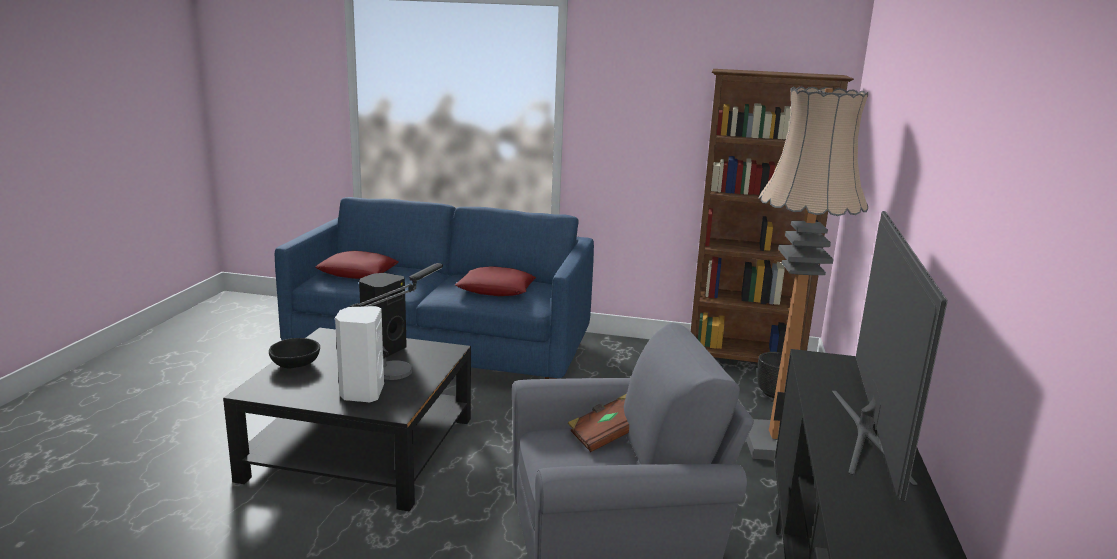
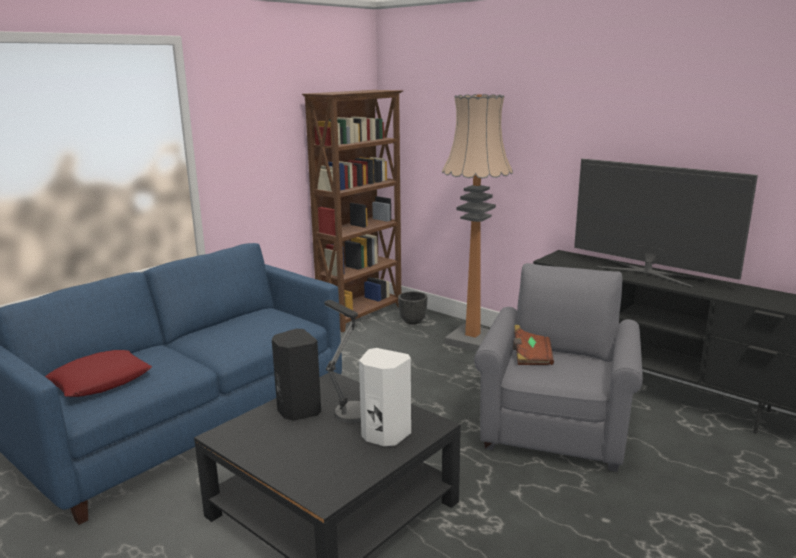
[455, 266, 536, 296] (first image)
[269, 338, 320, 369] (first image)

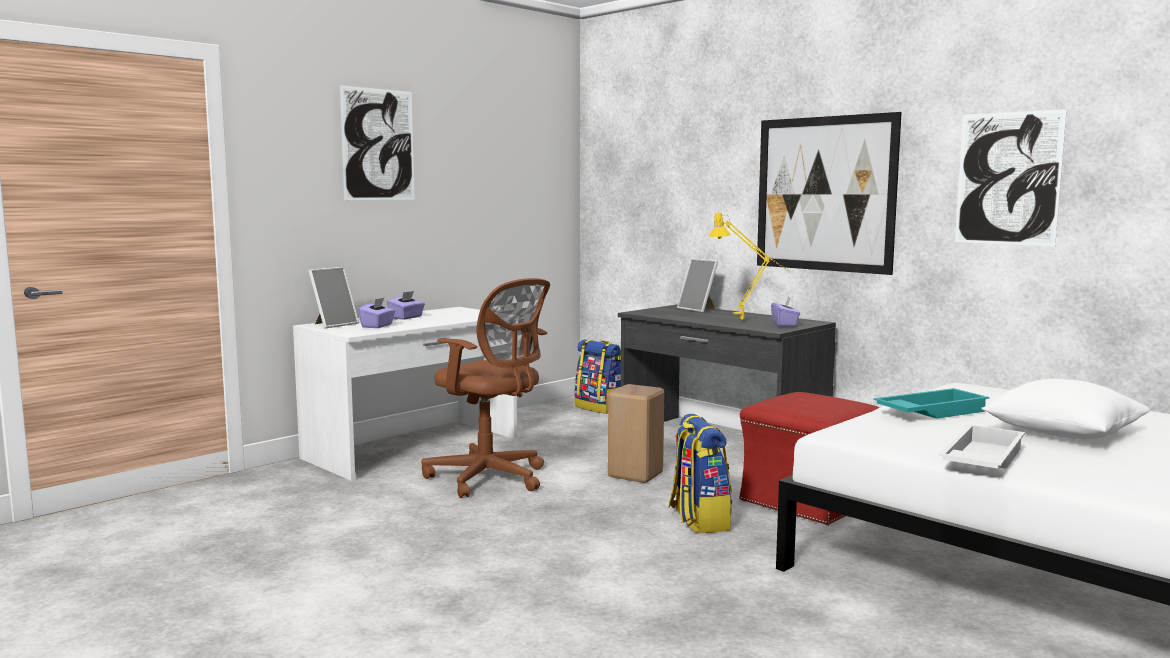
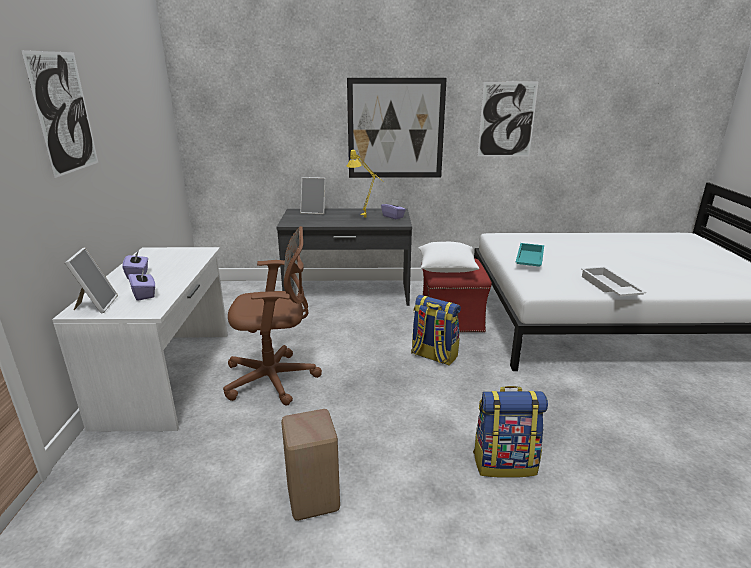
[473, 386, 548, 478]
[418, 242, 479, 273]
[281, 409, 340, 521]

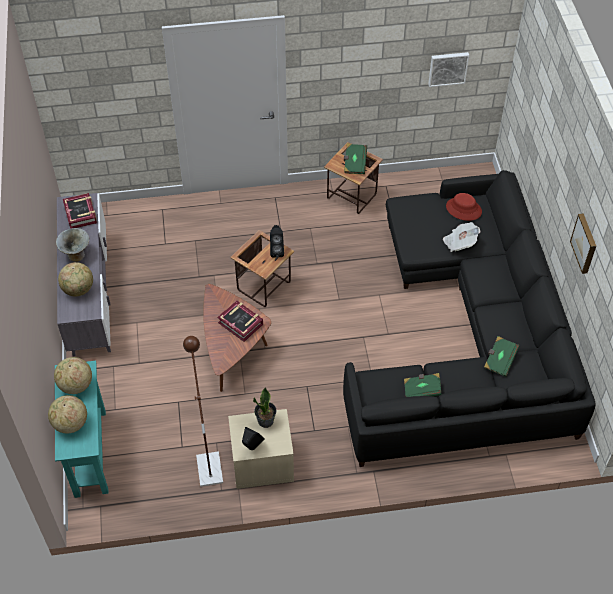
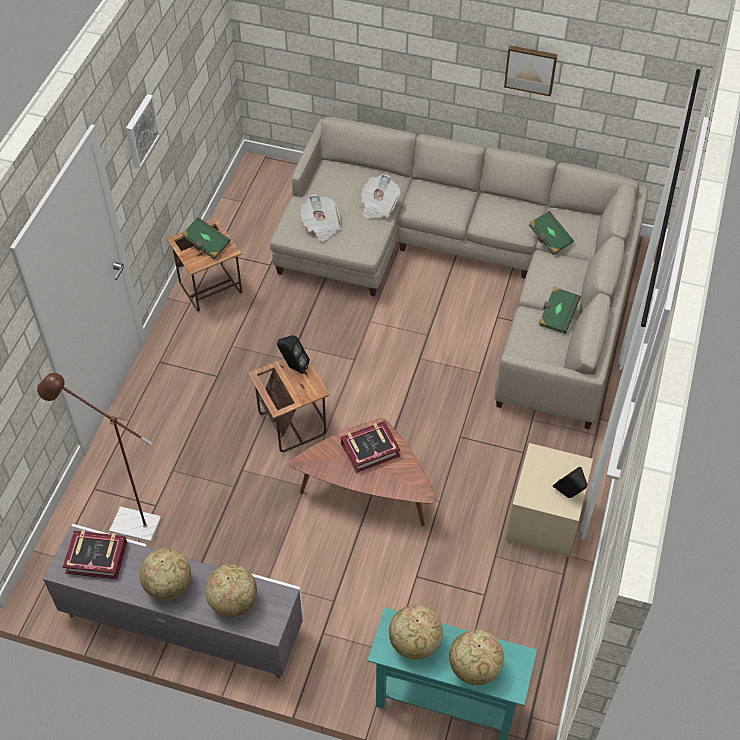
[126, 94, 160, 169]
[270, 117, 648, 429]
[446, 193, 482, 221] (first image)
[140, 548, 191, 600]
[37, 373, 161, 542]
[253, 387, 277, 428] (first image)
[301, 194, 341, 241]

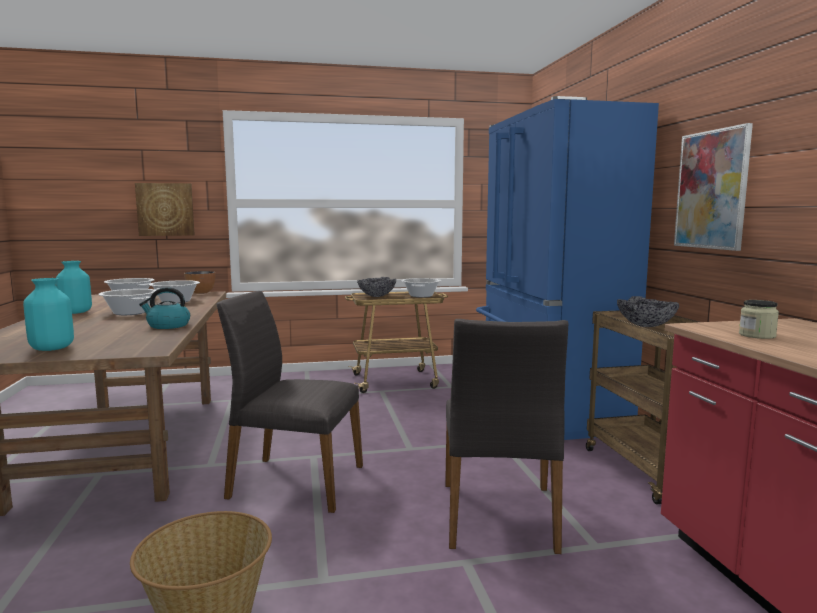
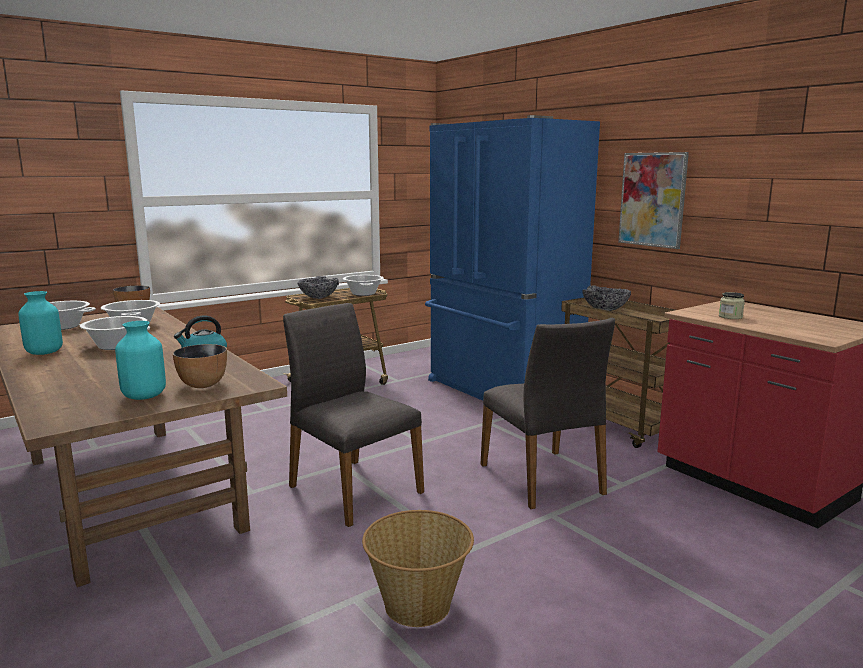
[135, 183, 195, 236] (first image)
[283, 303, 424, 527]
[173, 344, 227, 388]

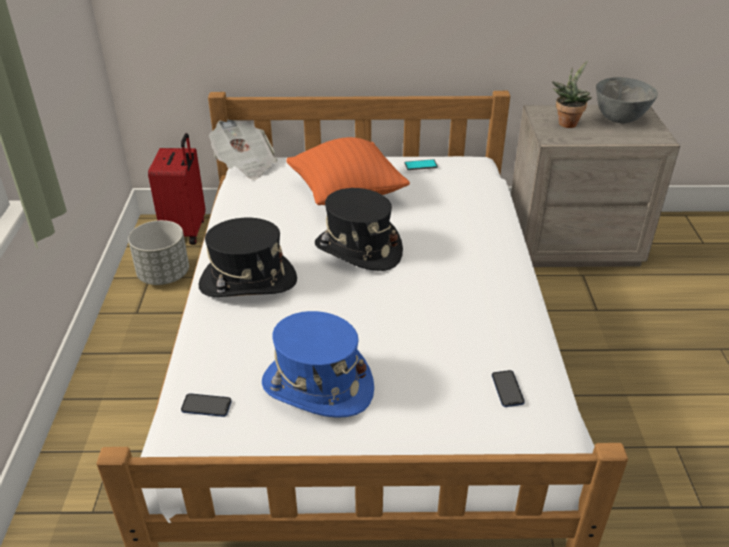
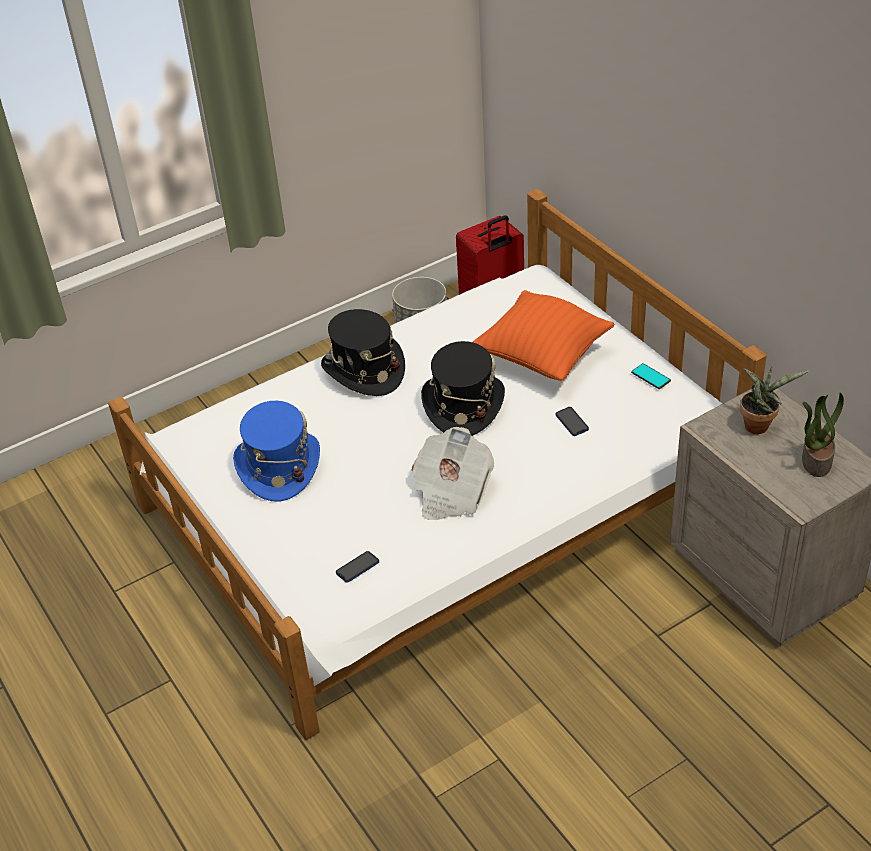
[802, 393, 844, 477]
[412, 427, 494, 520]
[555, 407, 589, 436]

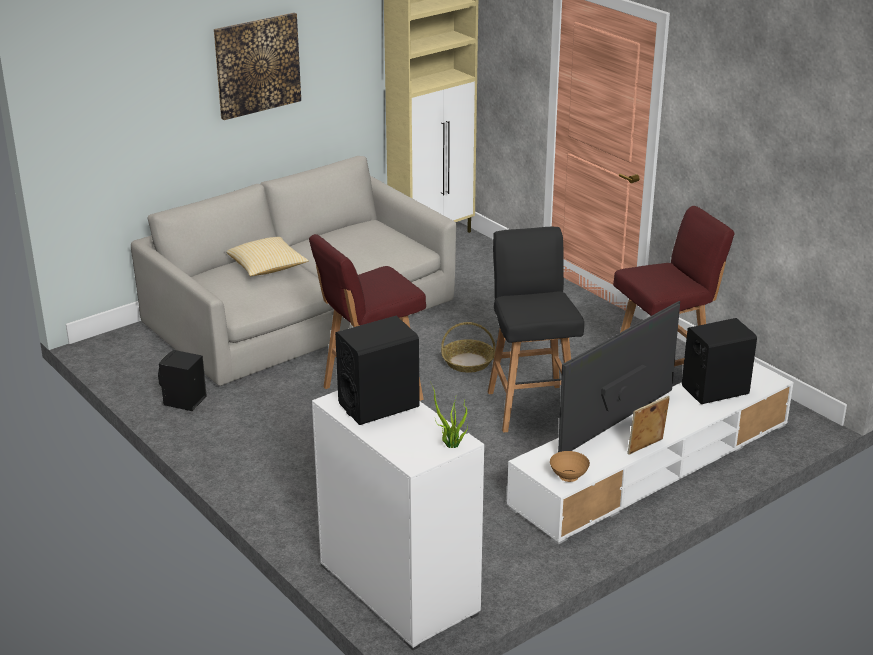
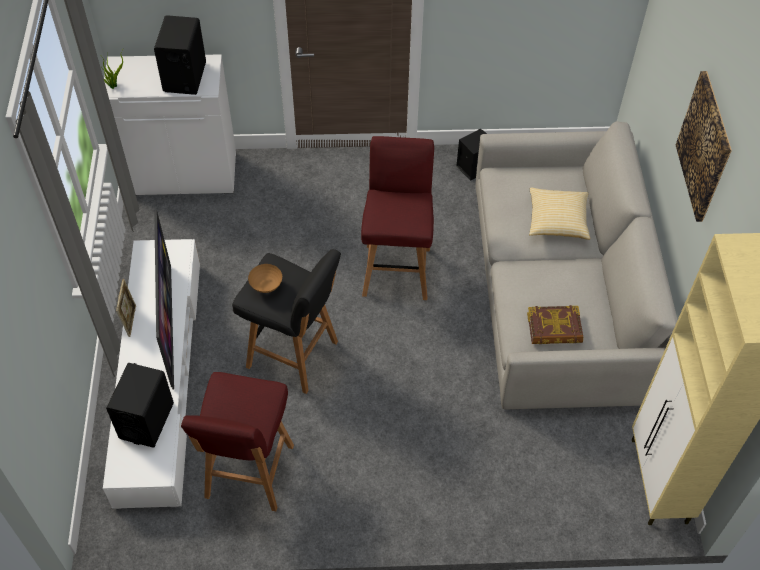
[441, 322, 495, 373] (first image)
[248, 264, 282, 293]
[527, 305, 583, 344]

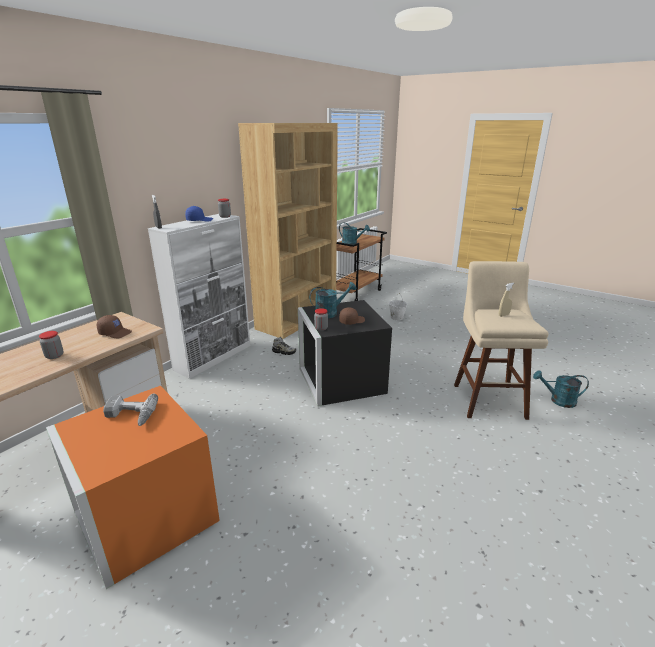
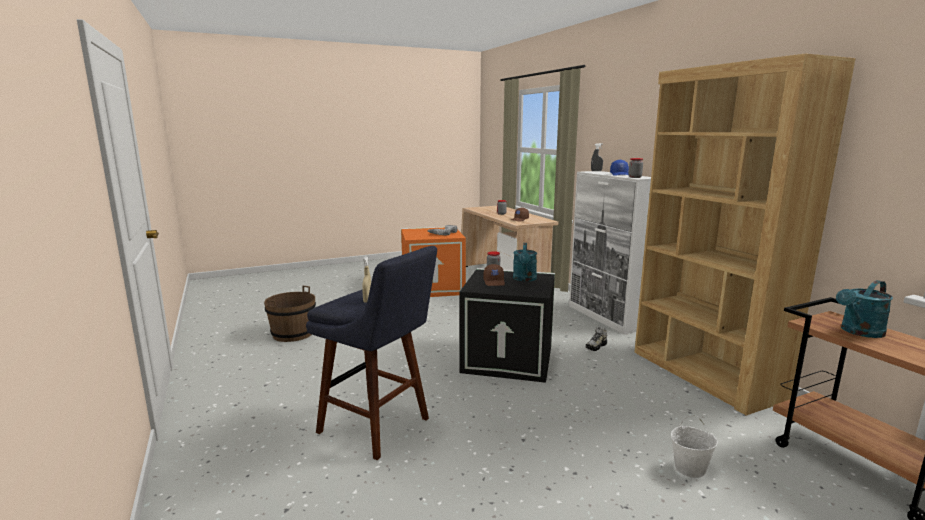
[306, 246, 437, 460]
[533, 370, 589, 408] (first image)
[264, 286, 316, 342]

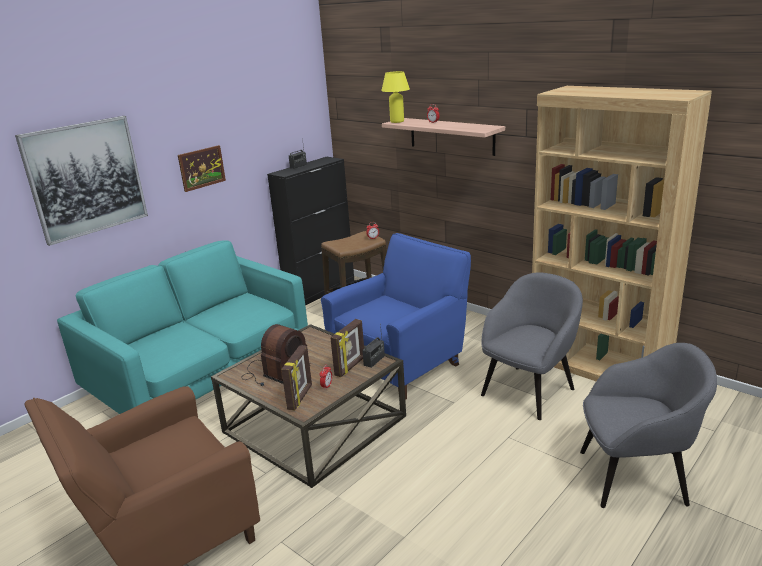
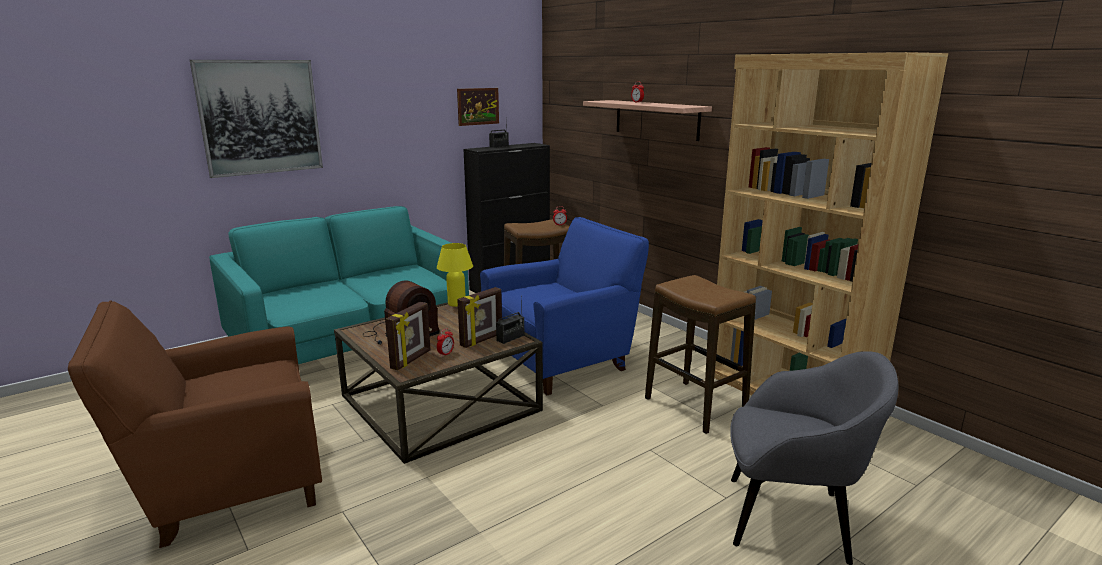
[437, 243, 473, 307]
[457, 88, 499, 126]
[645, 275, 756, 434]

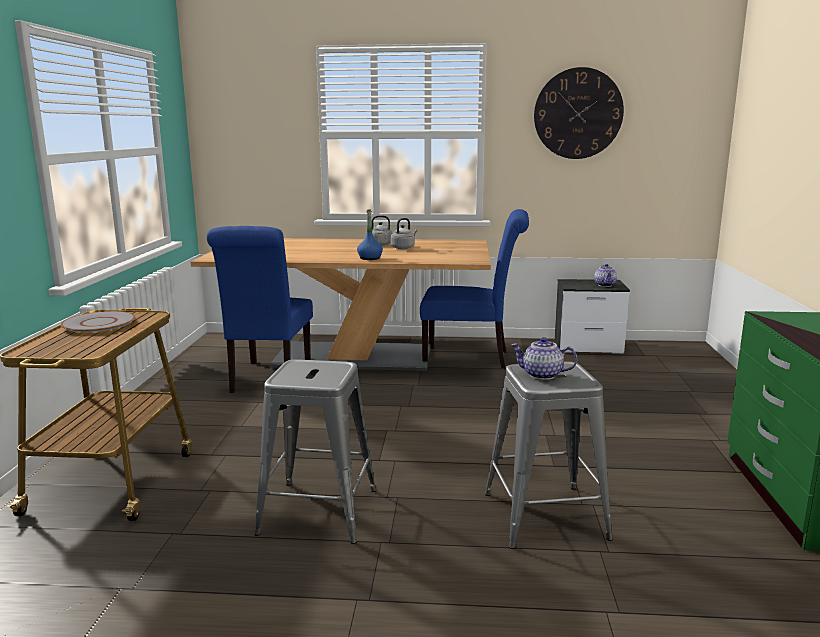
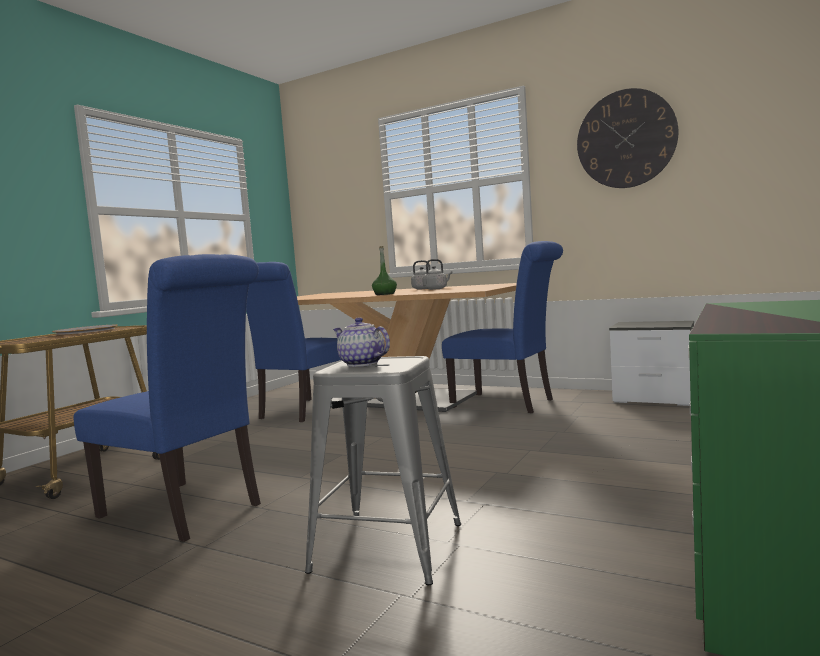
[372, 246, 397, 295]
[594, 264, 617, 287] (first image)
[73, 254, 261, 542]

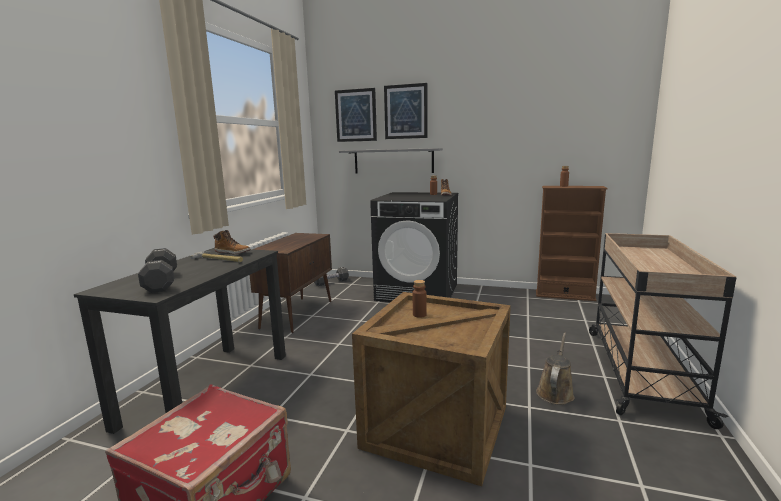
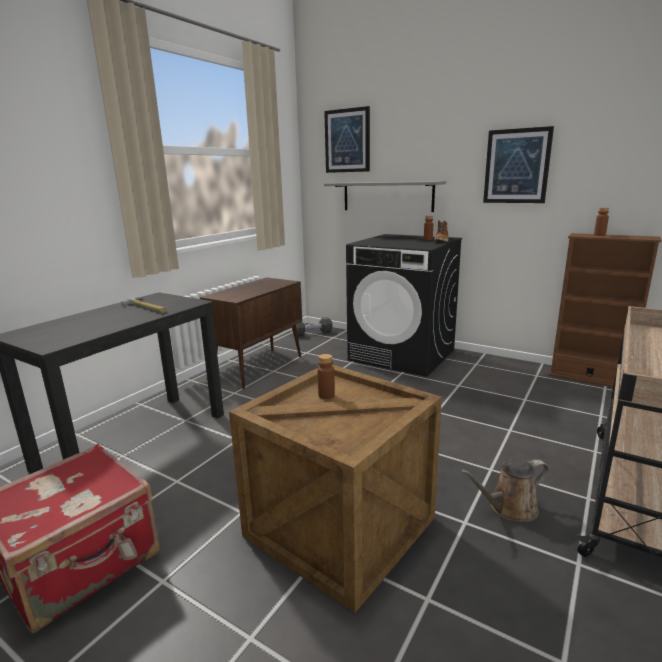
[483, 126, 554, 203]
[213, 230, 251, 254] (first image)
[138, 248, 177, 293] (first image)
[460, 458, 549, 522]

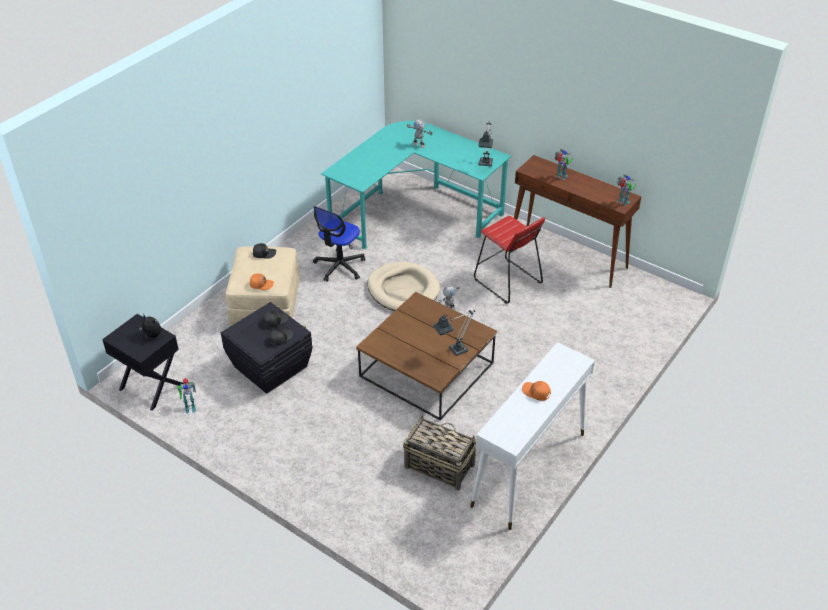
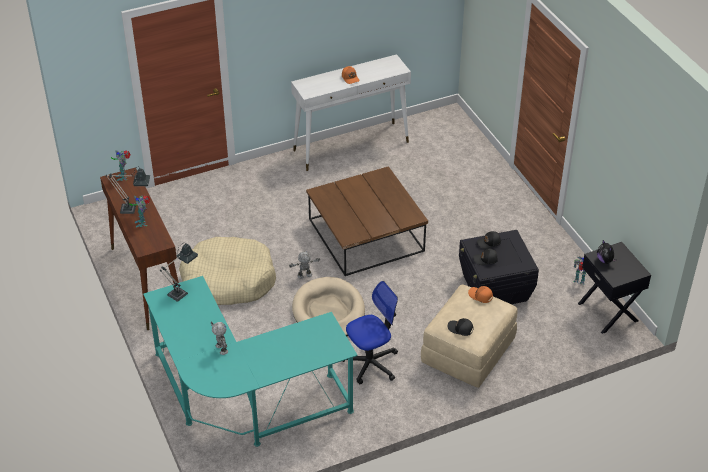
[179, 237, 276, 305]
[106, 167, 150, 214]
[403, 415, 476, 491] (first image)

